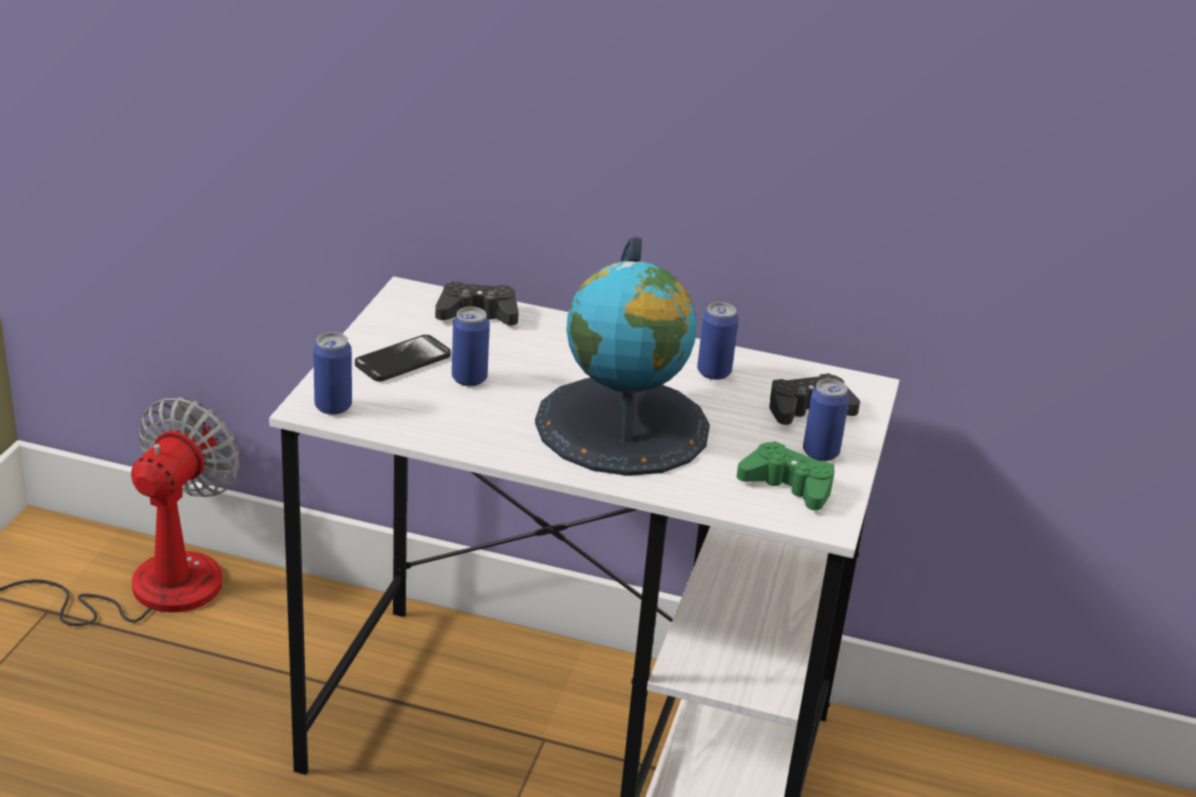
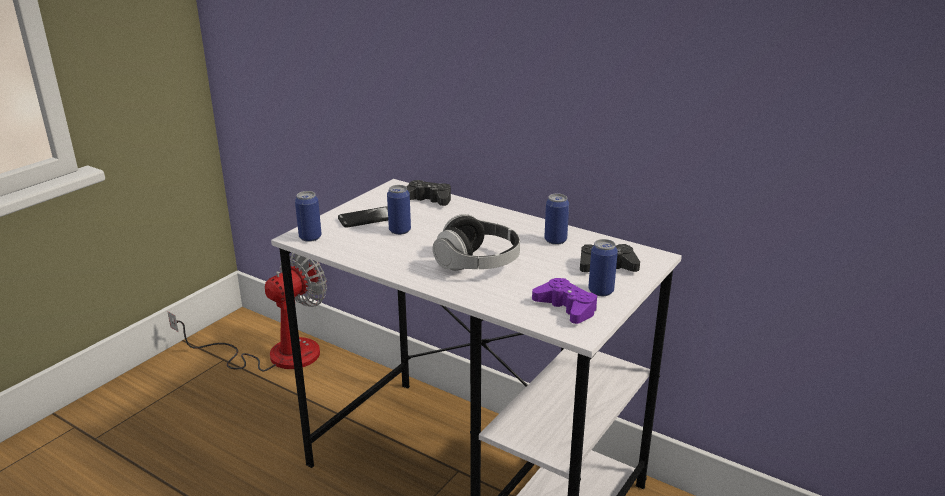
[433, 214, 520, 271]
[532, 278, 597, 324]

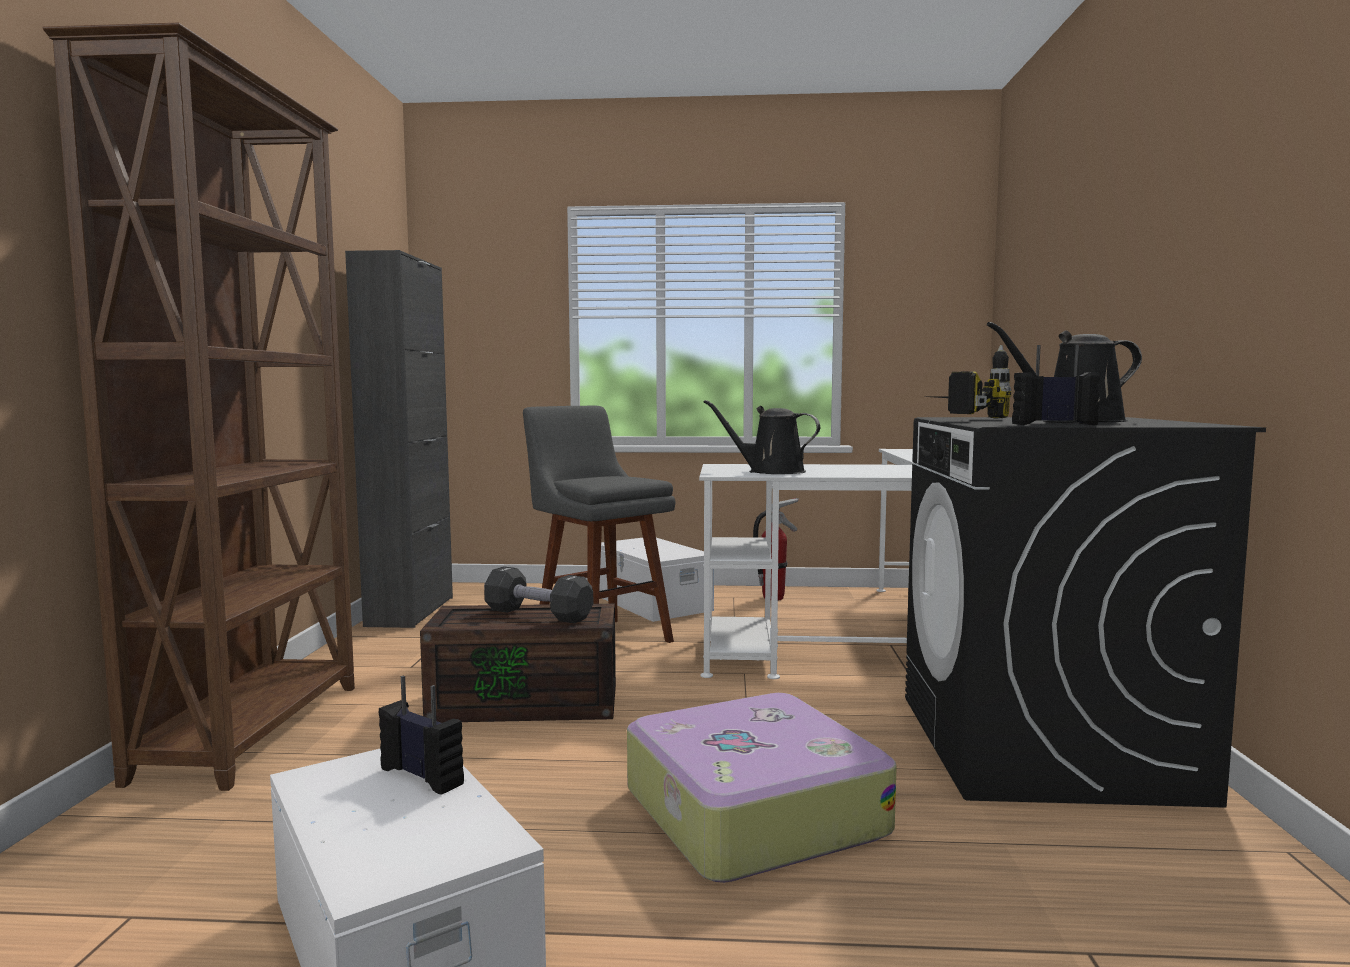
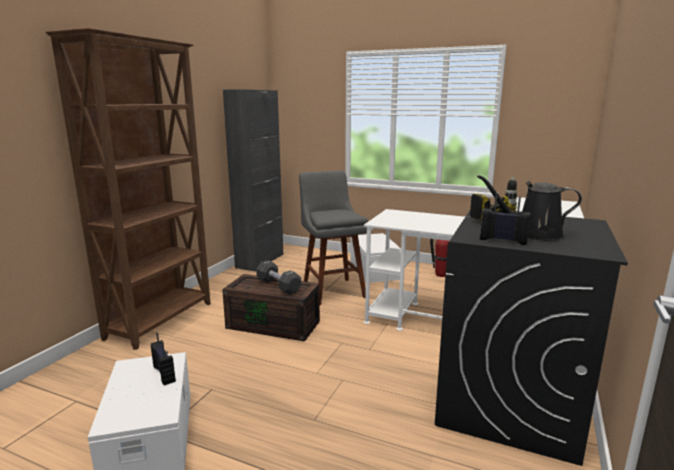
[704, 400, 820, 474] (first image)
[627, 693, 897, 883] (first image)

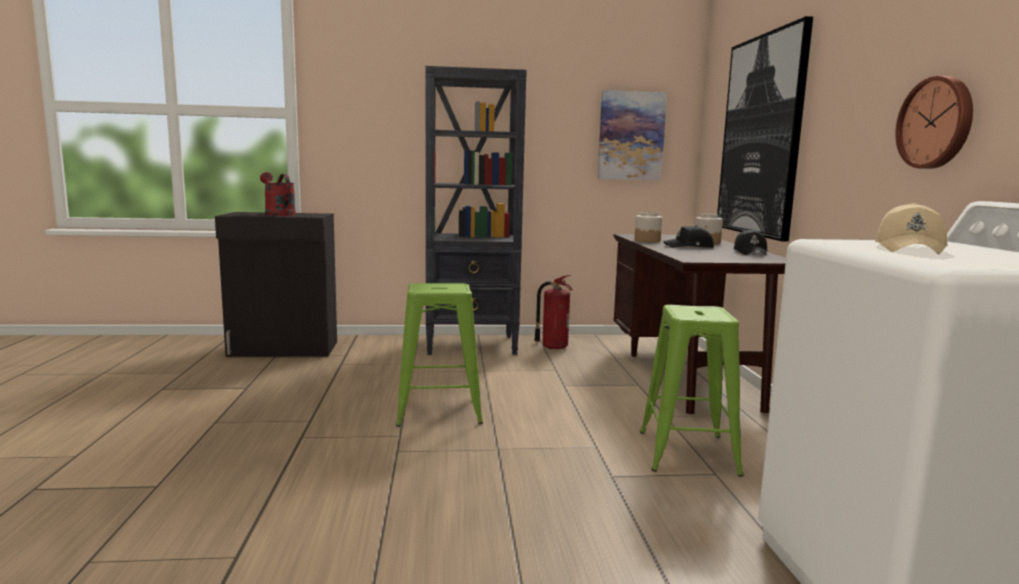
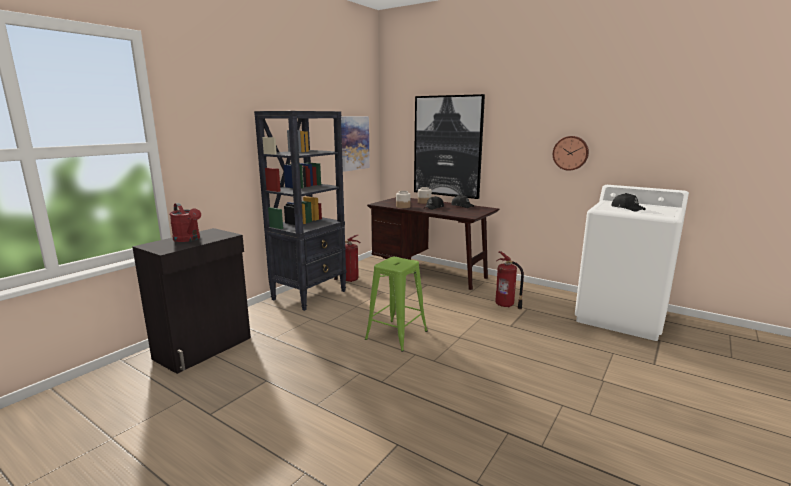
[169, 203, 201, 242]
[611, 193, 646, 212]
[495, 251, 524, 309]

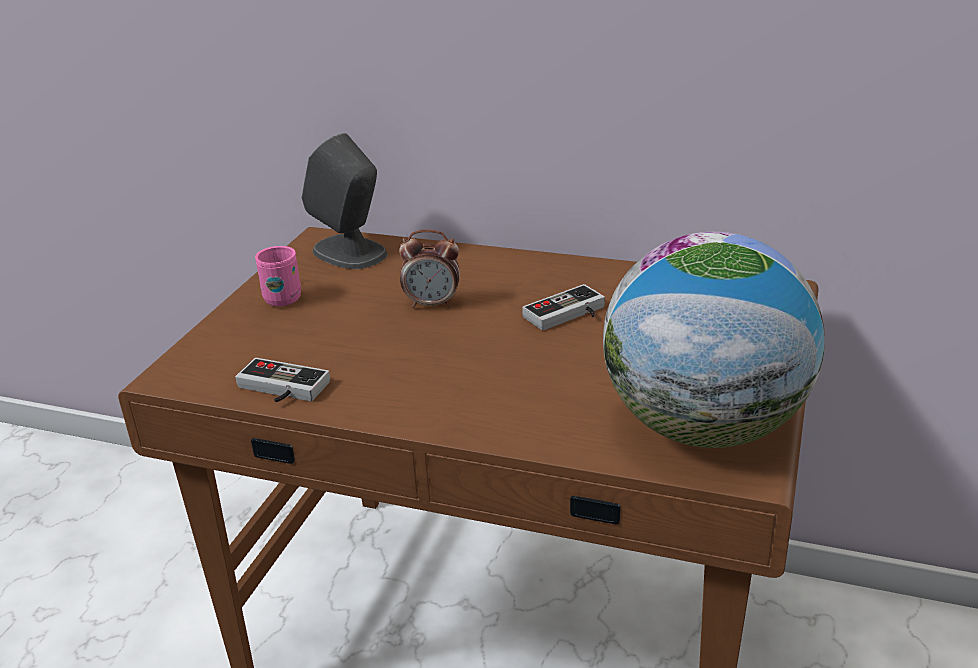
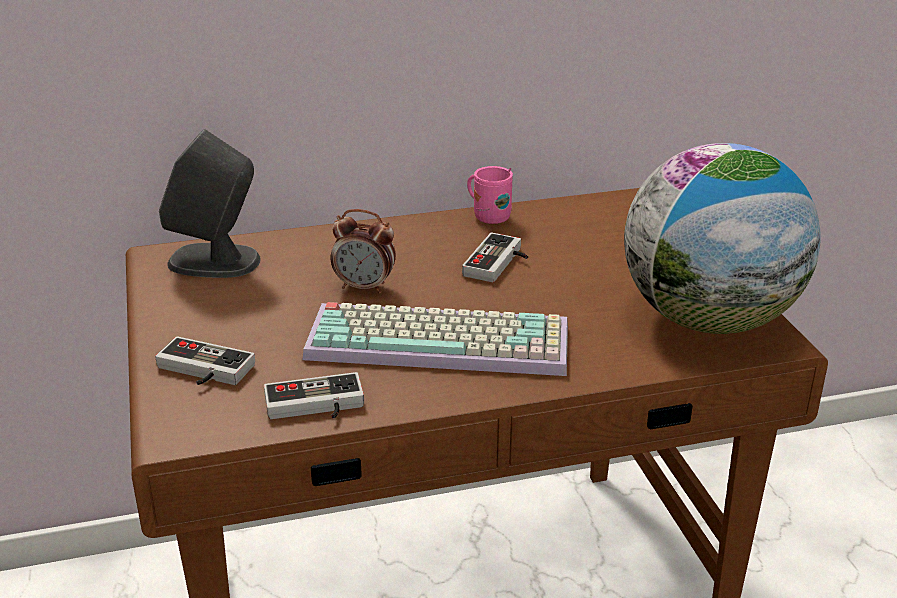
[331, 209, 396, 294]
[467, 166, 513, 224]
[303, 302, 568, 376]
[155, 337, 255, 385]

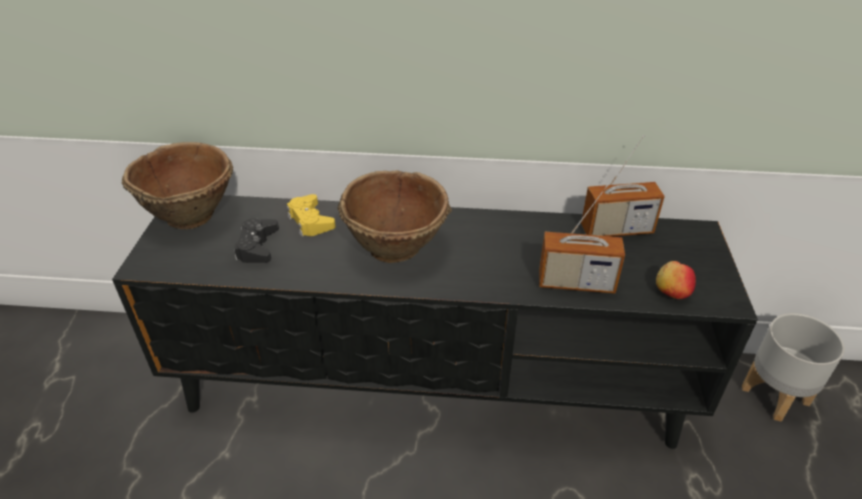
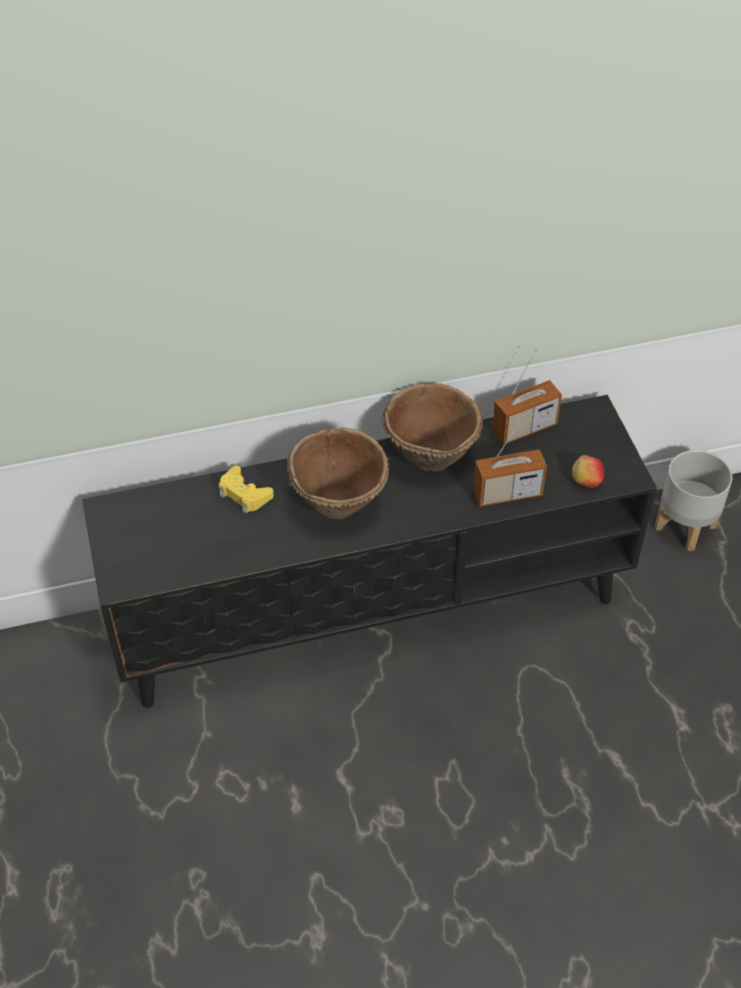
[381, 383, 483, 471]
[234, 218, 279, 263] (first image)

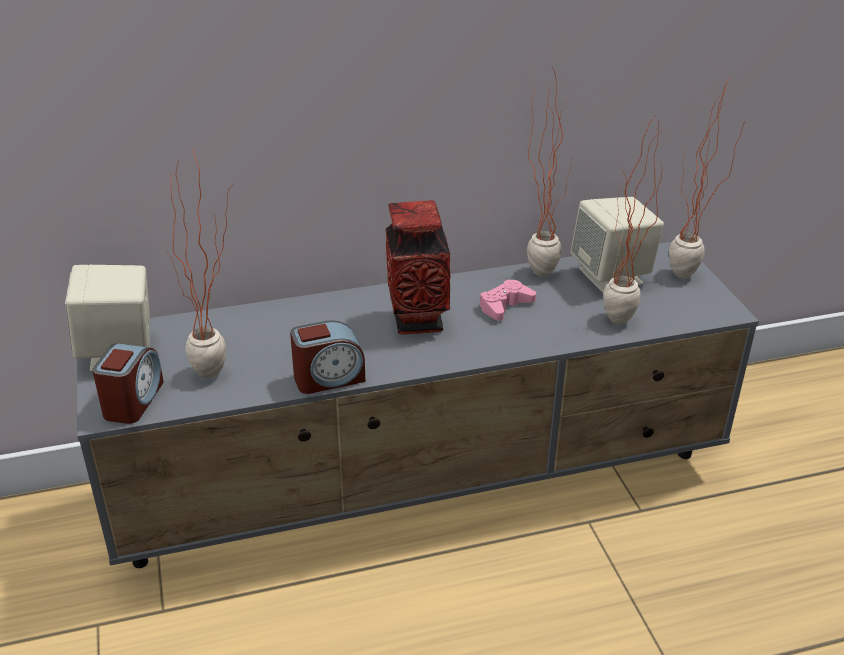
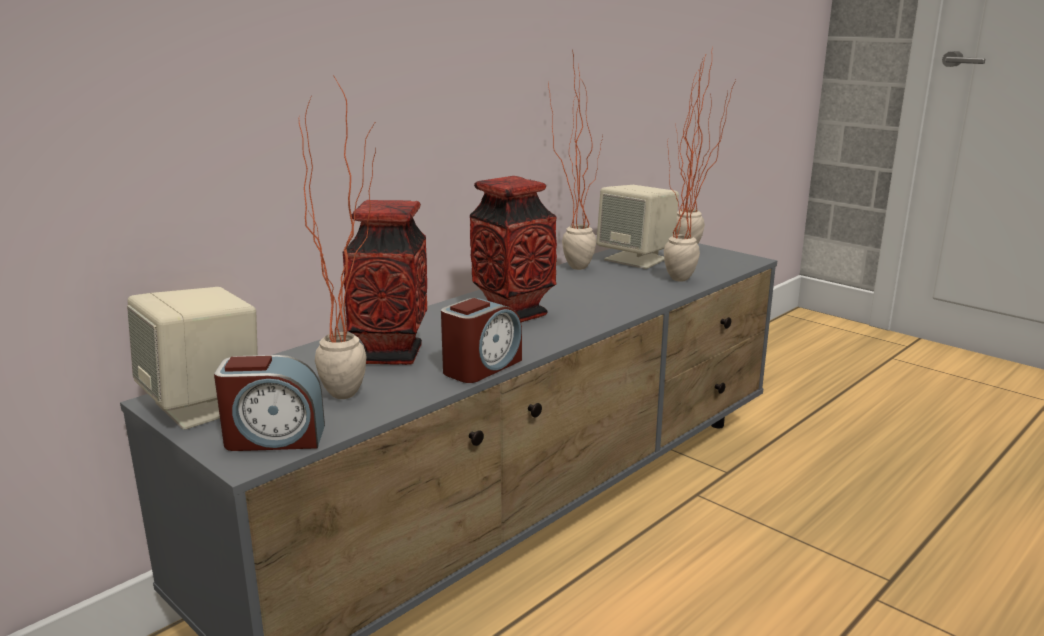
[479, 279, 536, 321] (first image)
[214, 355, 325, 451]
[343, 200, 427, 365]

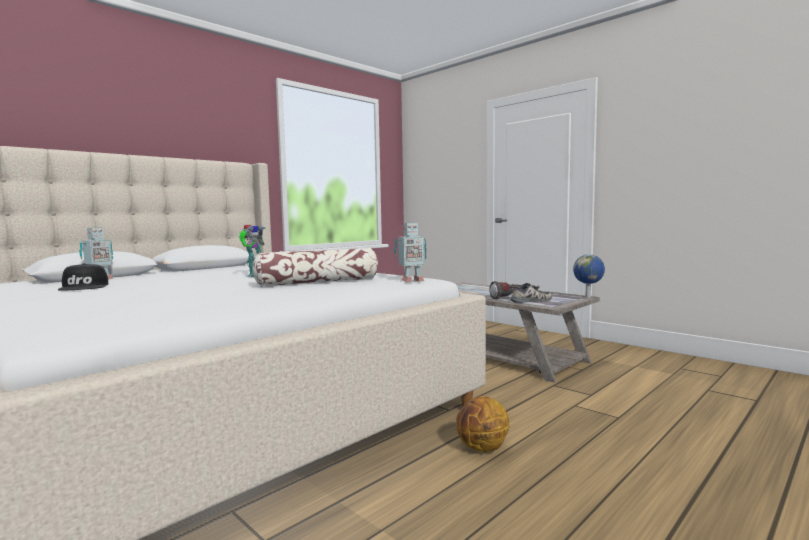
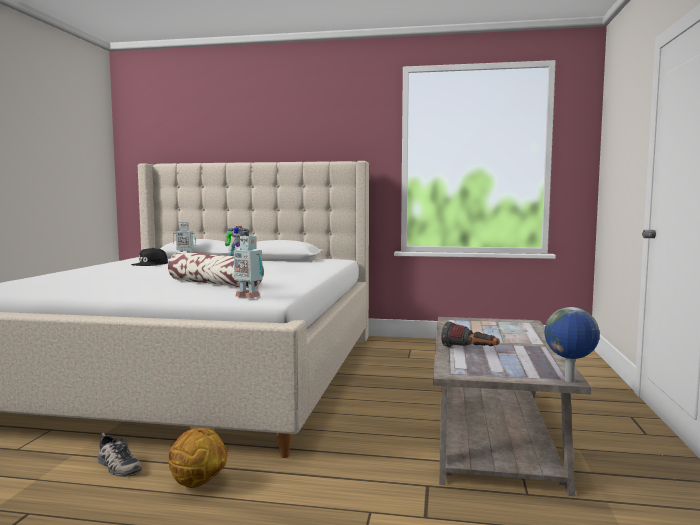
[97, 433, 142, 477]

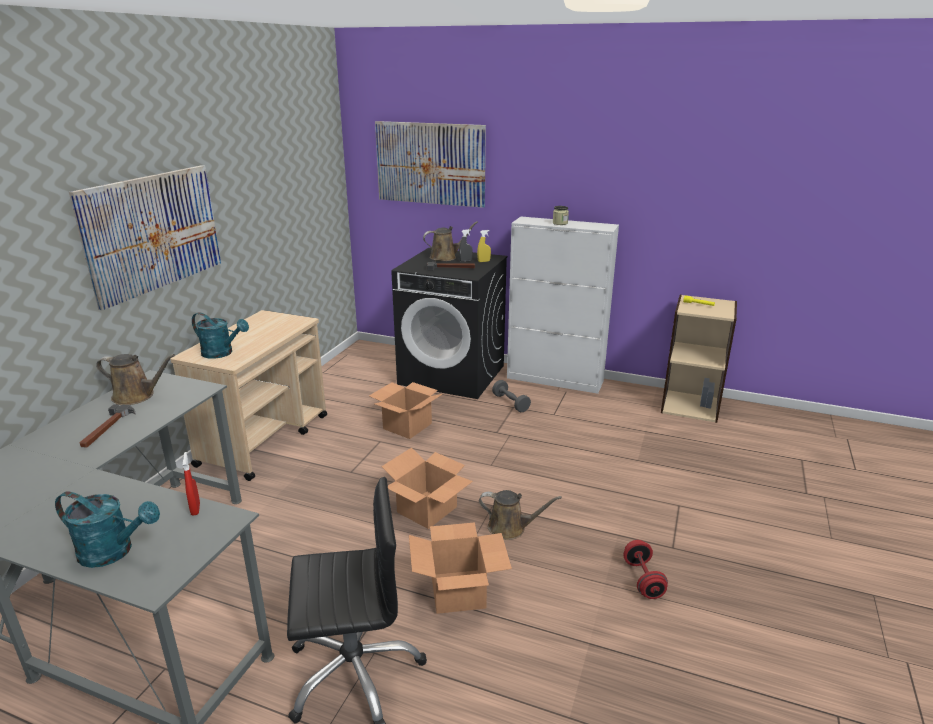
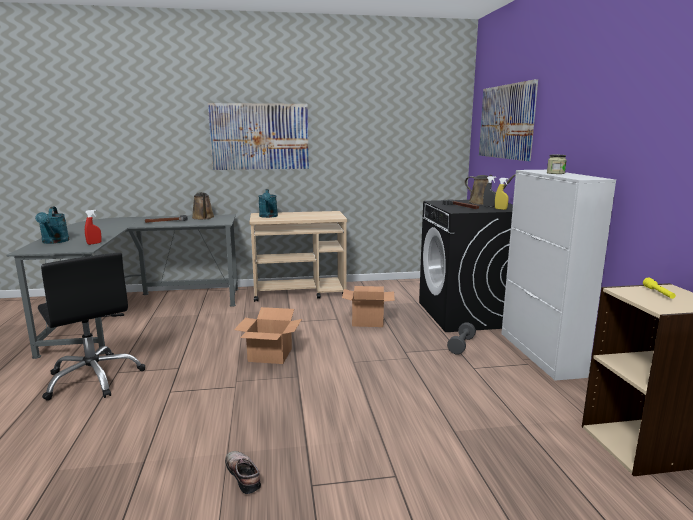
[479, 490, 562, 540] (first image)
[409, 522, 512, 614] (first image)
[225, 451, 261, 494]

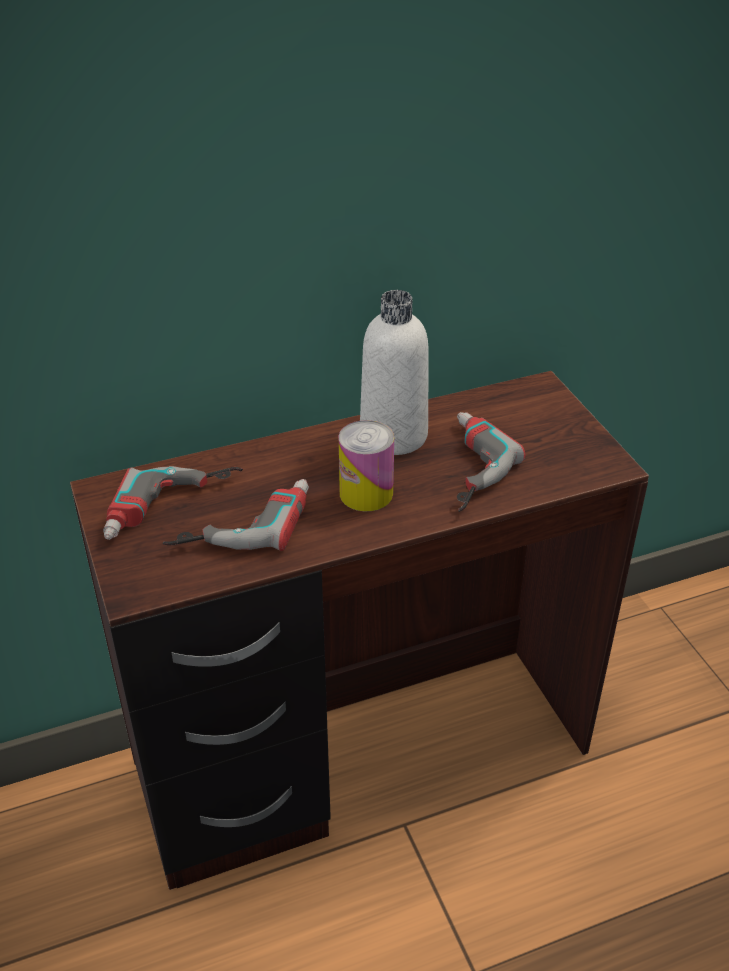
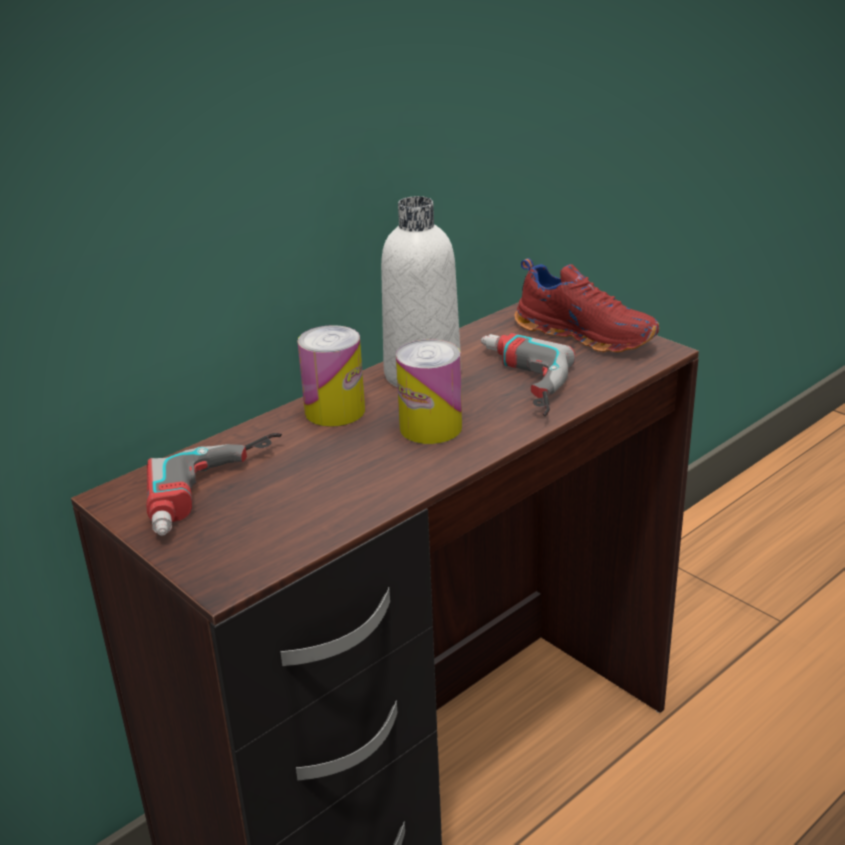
[163, 479, 309, 551] (first image)
[515, 258, 659, 352]
[298, 325, 365, 427]

